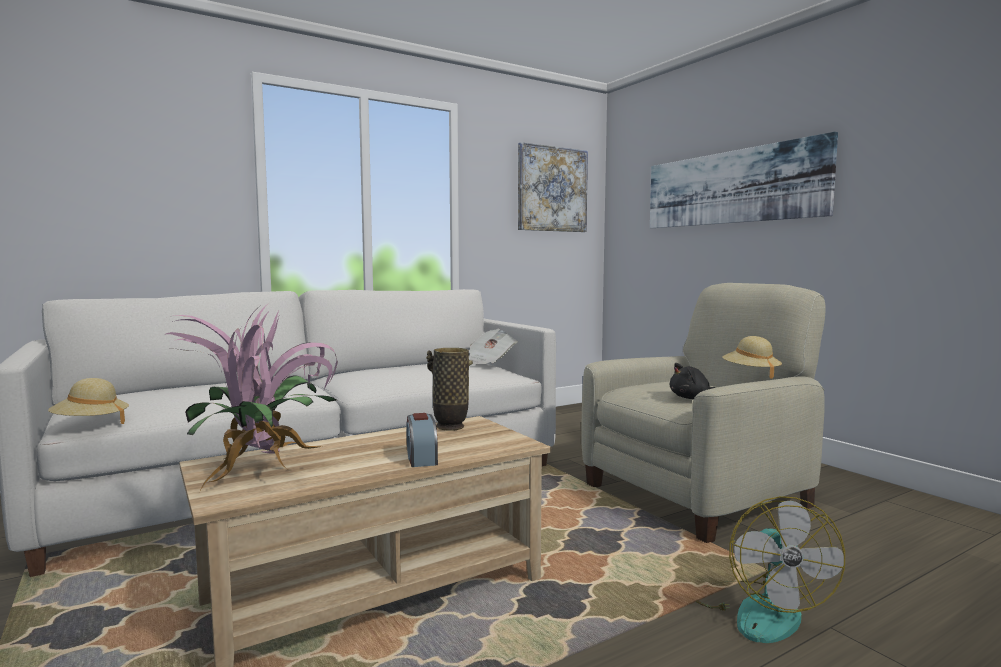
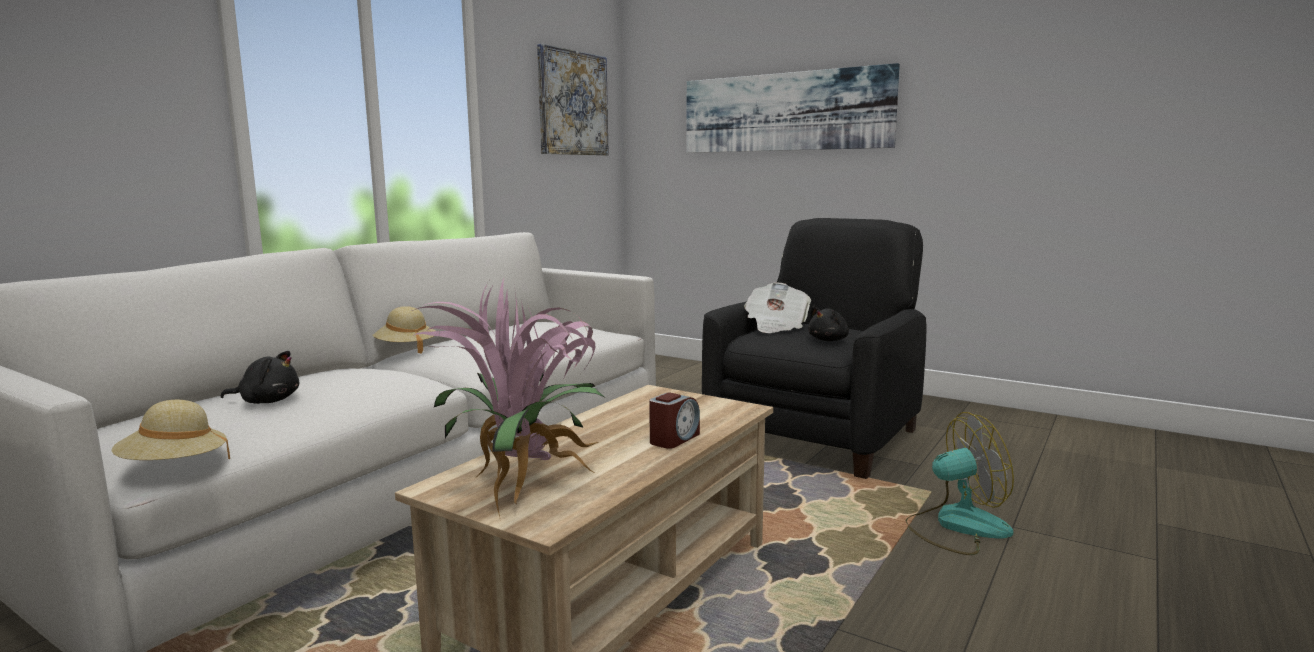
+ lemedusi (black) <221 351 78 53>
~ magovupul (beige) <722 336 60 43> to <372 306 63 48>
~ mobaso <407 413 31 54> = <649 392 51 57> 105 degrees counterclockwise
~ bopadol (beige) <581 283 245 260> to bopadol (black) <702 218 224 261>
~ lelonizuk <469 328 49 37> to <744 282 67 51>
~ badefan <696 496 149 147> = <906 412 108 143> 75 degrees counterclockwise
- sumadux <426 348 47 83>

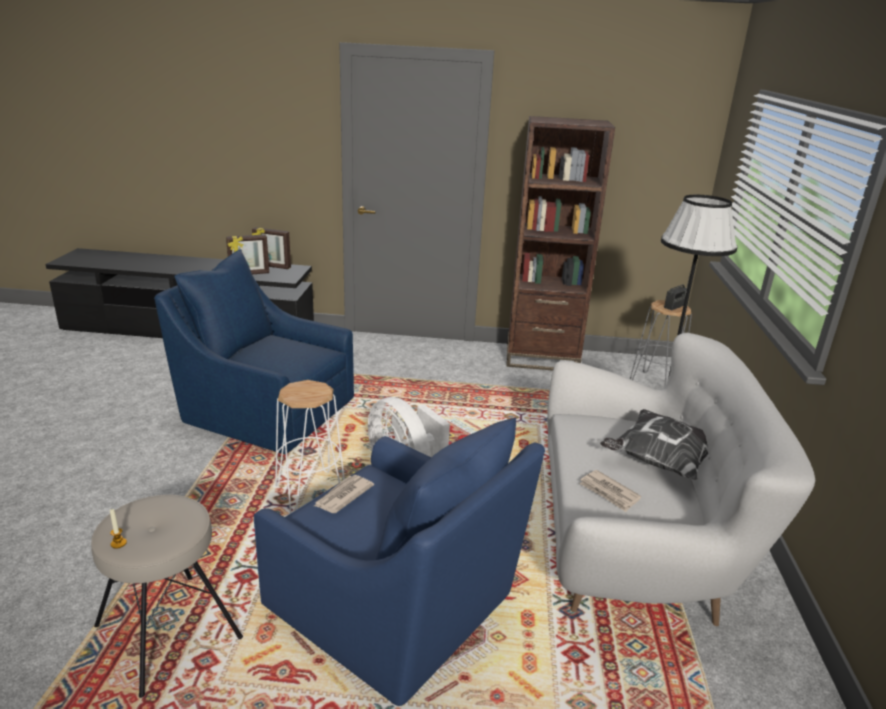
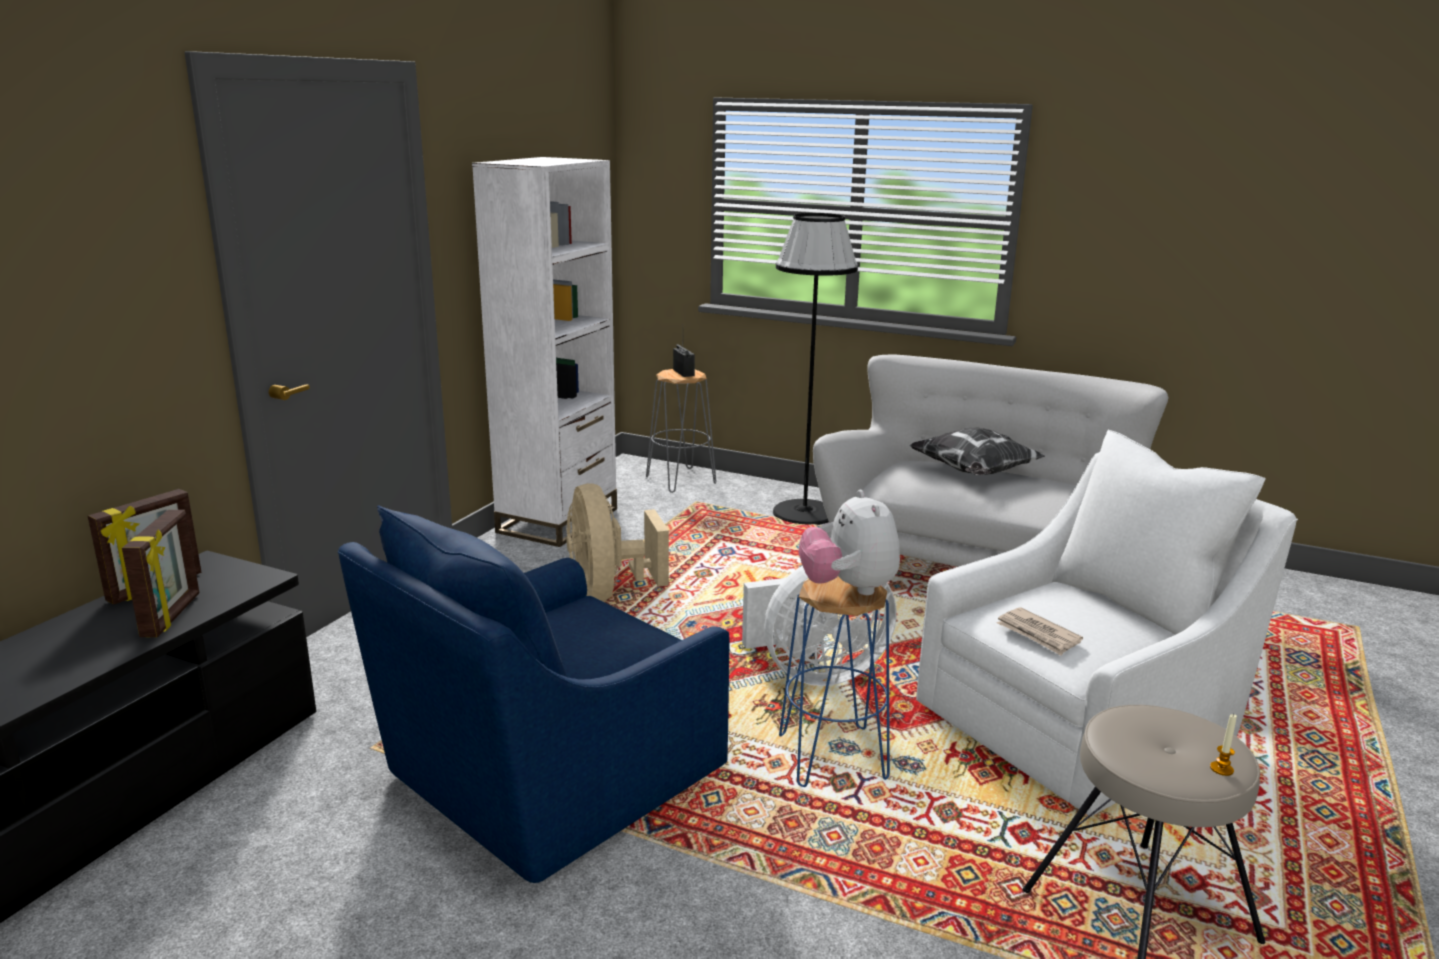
~ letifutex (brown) <506 116 109 255> to letifutex (white) <472 157 145 390>
+ badefan (beige) <566 483 103 118>
~ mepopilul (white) <275 380 70 134> to mepopilul (blue) <779 577 111 210>
+ lemedusi <798 490 102 105>
~ bopadol (blue) <254 418 291 288> to bopadol (white) <916 430 382 386>
- lelonizuk <579 470 62 42>

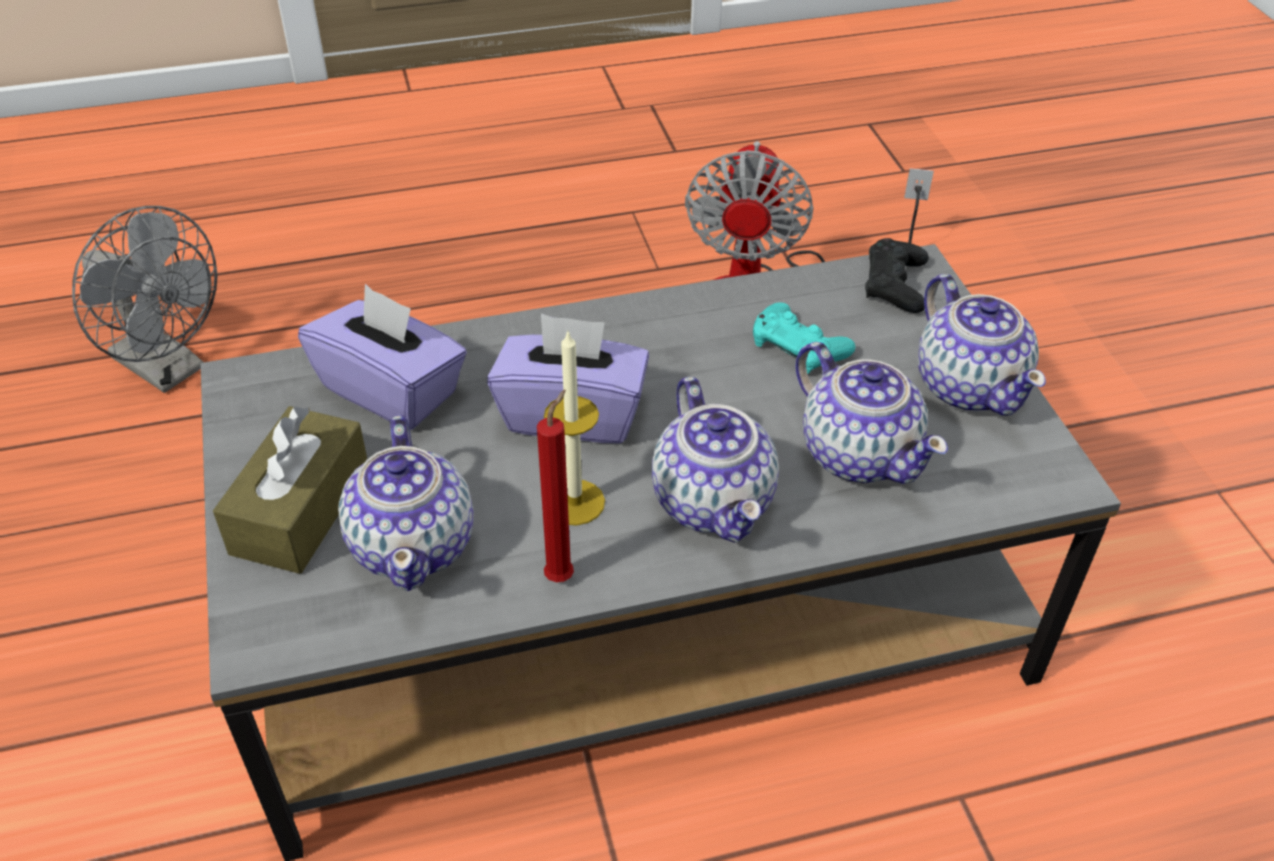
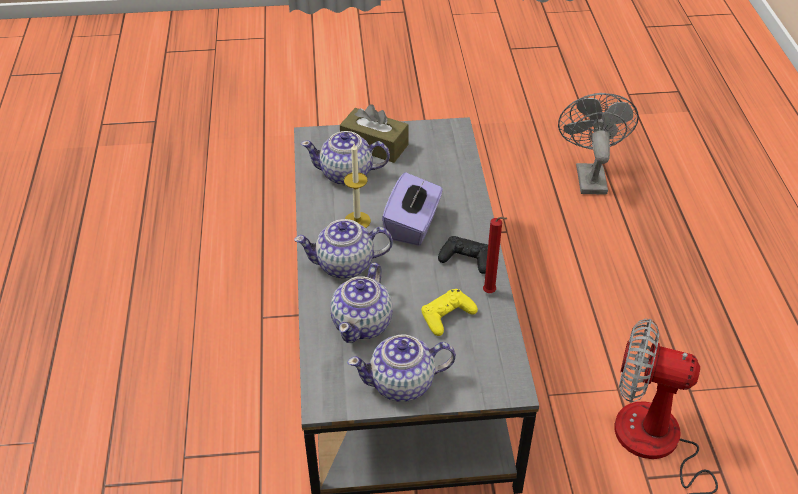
~ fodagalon <795 342 153 142> = <330 262 63 81> 45 degrees counterclockwise
~ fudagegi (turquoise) <753 303 102 71> to fudagegi (yellow) <421 289 57 47>
~ fudagegi (black) <865 238 64 75> to <438 236 50 38>
~ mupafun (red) <537 389 37 193> to <483 217 24 76>
~ badefan (grey) <72 206 146 187> = <558 93 81 102> 135 degrees clockwise
- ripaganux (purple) <298 284 169 146>

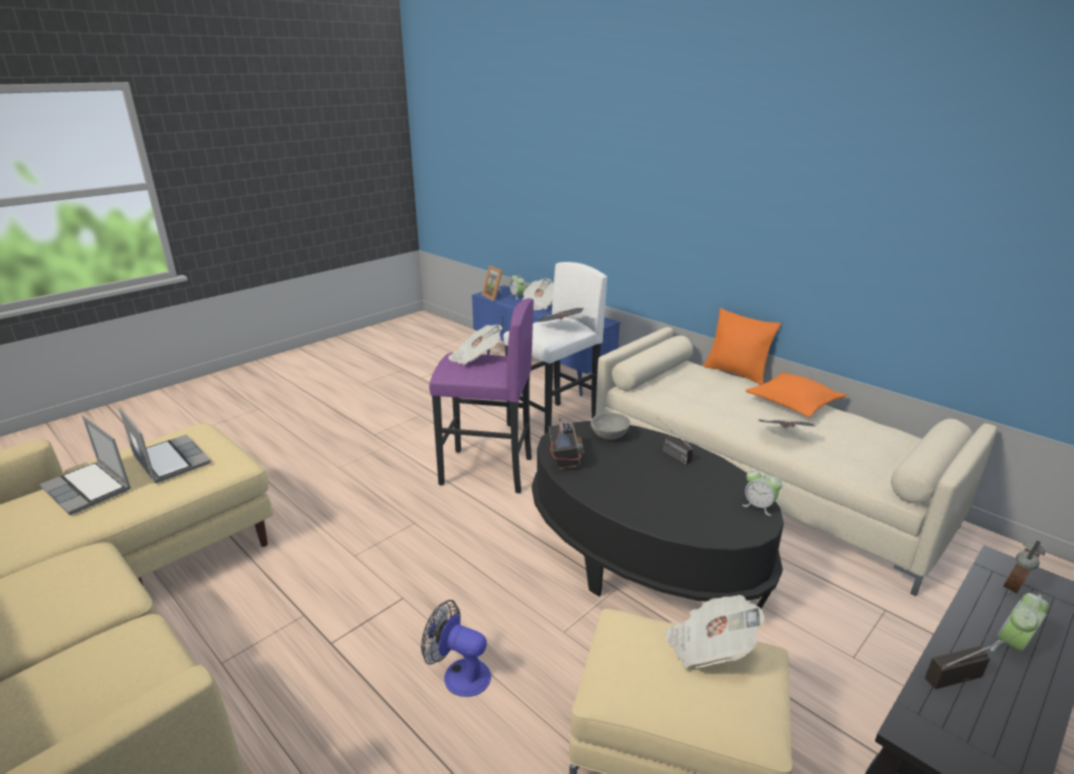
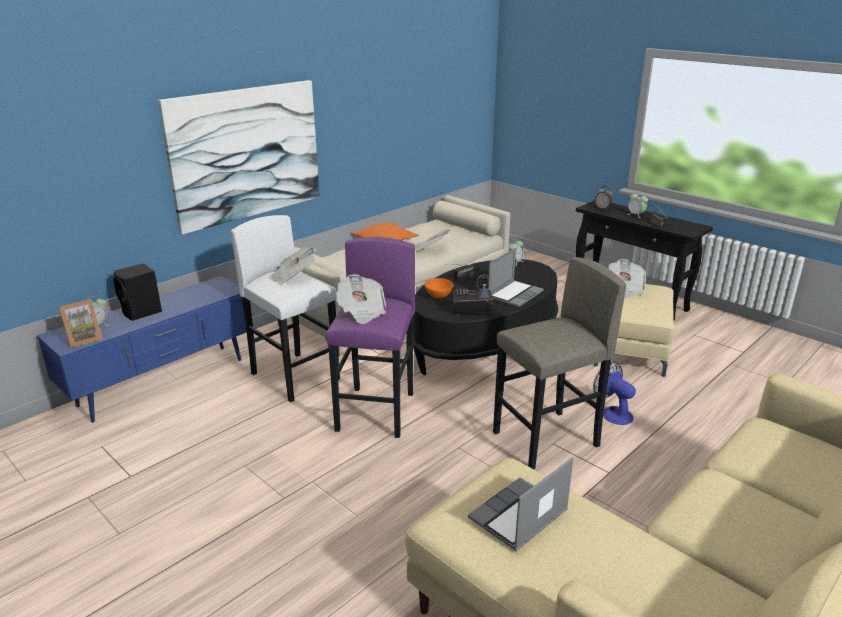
~ lelonizuk <522 278 32 32> to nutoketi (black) <113 263 49 58>
+ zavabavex <158 80 162 154>
~ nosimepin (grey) <591 413 39 27> to nosimepin (orange) <424 278 29 21>
~ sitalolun <39 416 92 99> to <488 248 56 60>
+ mepopilul (grey) <493 257 133 212>
~ badefan <421 600 70 97> = <593 362 43 63> 120 degrees clockwise
- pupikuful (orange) <703 308 78 77>

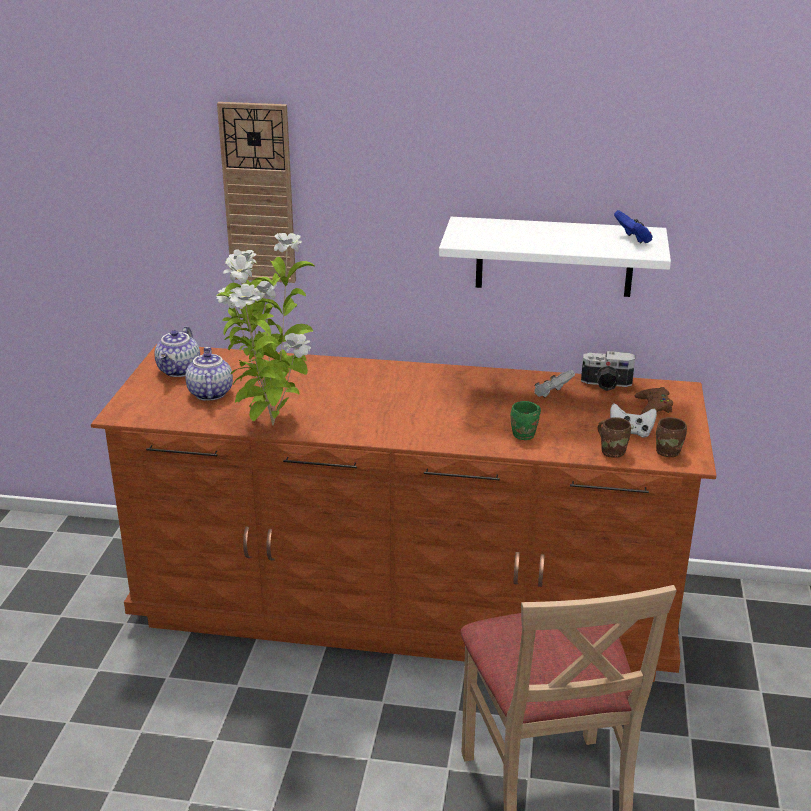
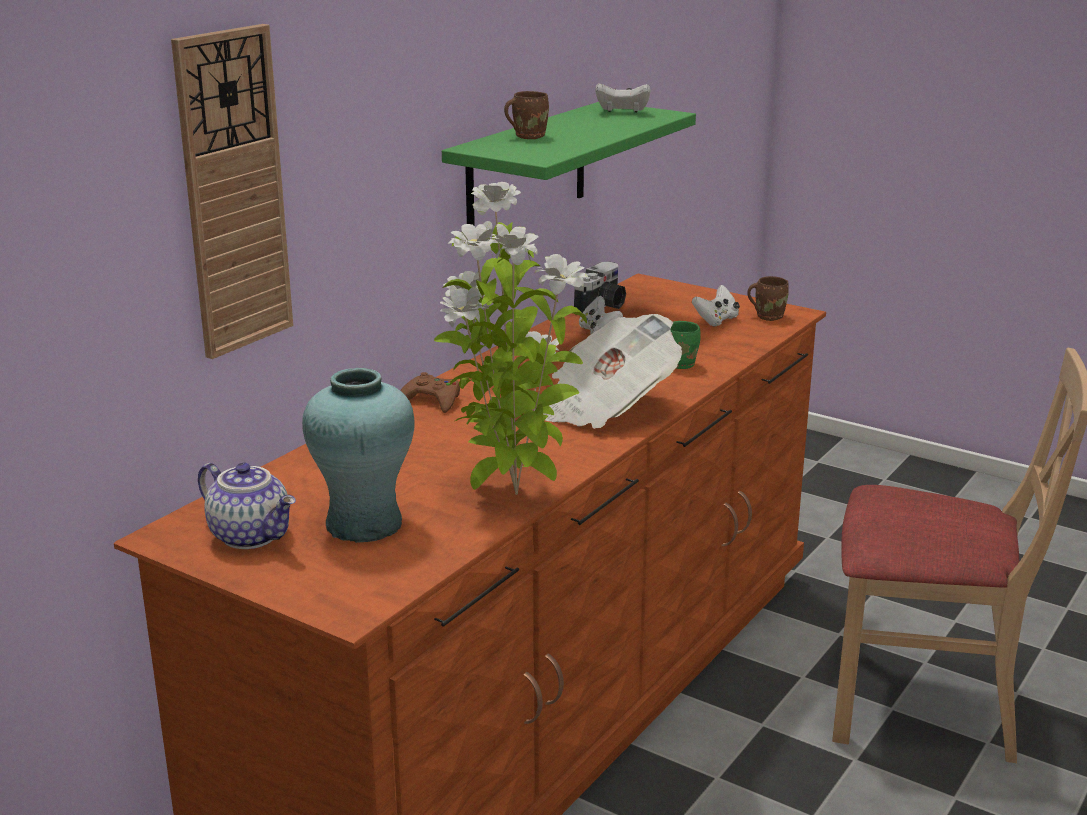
~ fodagalon <185 347 48 54> to sumadux (turquoise) <302 368 112 175>
~ fudagegi (brown) <635 387 38 27> to <400 372 60 41>
~ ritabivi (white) <439 217 232 80> to ritabivi (green) <442 102 254 124>
~ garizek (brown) <598 417 33 41> to <504 91 45 48>
+ lelonizuk <534 314 148 115>
~ fudagegi (blue) <614 210 39 33> to fudagegi (white) <595 83 56 29>

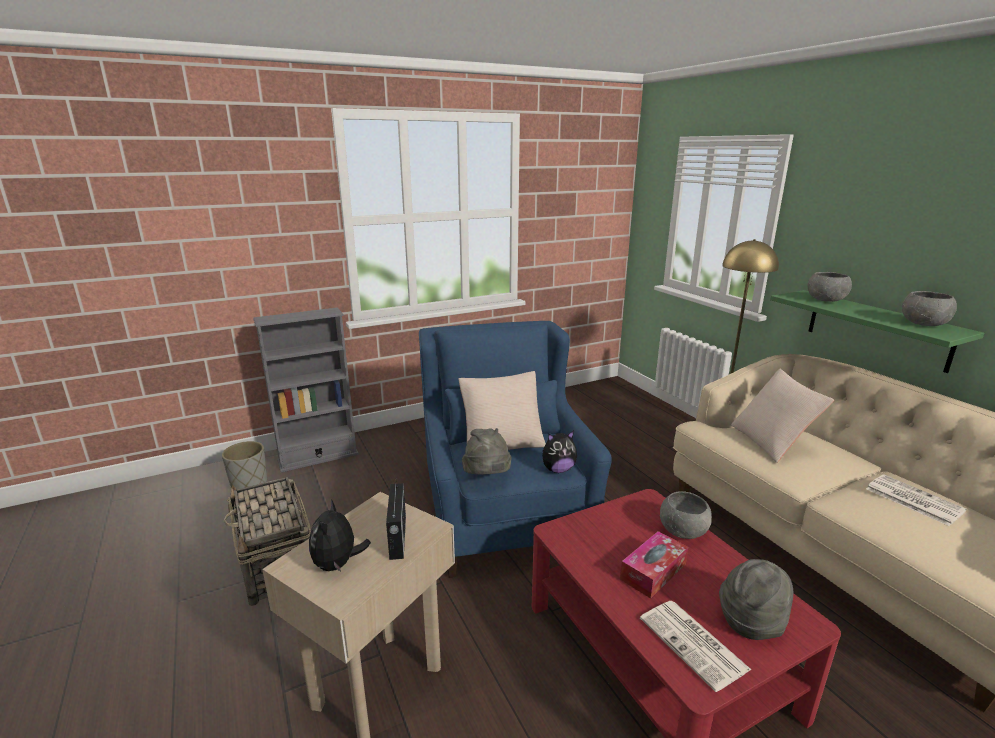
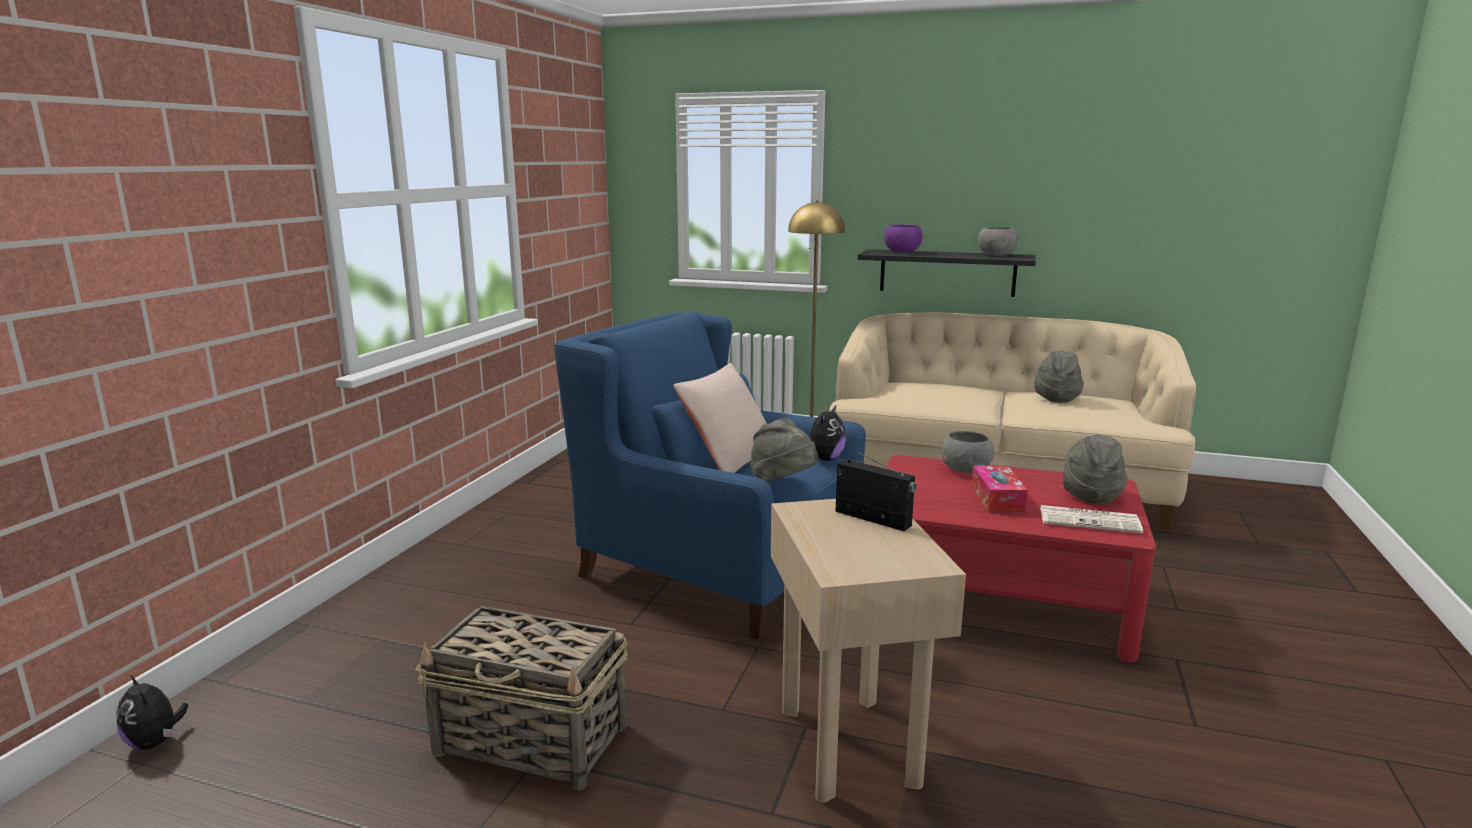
~ lemedusi <309 499 62 73> to <116 675 72 75>
~ ritabivi (green) <770 290 214 83> to ritabivi (black) <858 249 178 48>
~ nosimepin (grey) <807 272 45 30> to nosimepin (purple) <884 225 39 28>
~ lelonizuk <866 474 101 52> to magovupul (grey) <1035 350 49 53>
- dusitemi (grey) <222 441 45 48>
- letifutex (grey) <253 308 105 164>
- pupikuful (beige) <731 369 103 94>

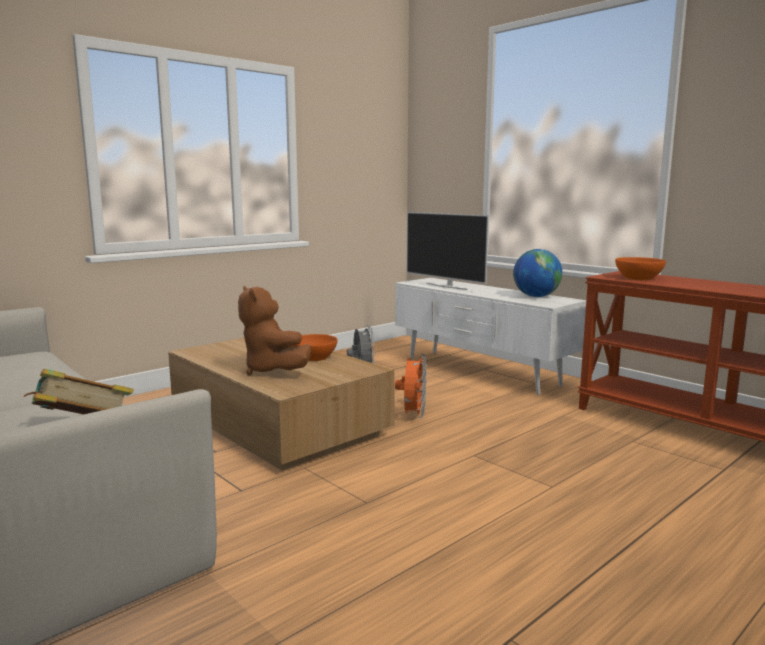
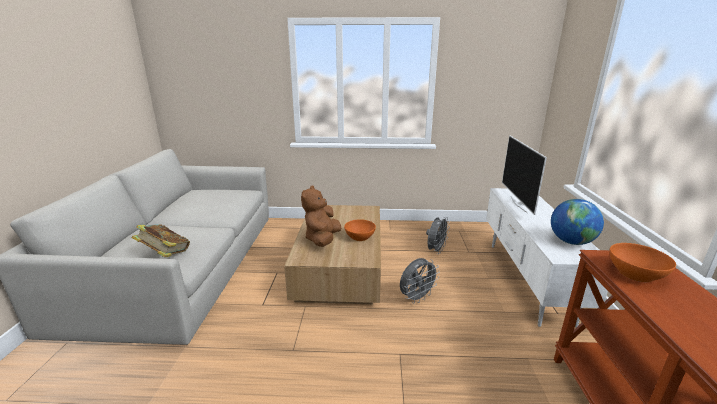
~ badefan (orange) <395 354 32 64> to badefan (grey) <400 258 40 46>

